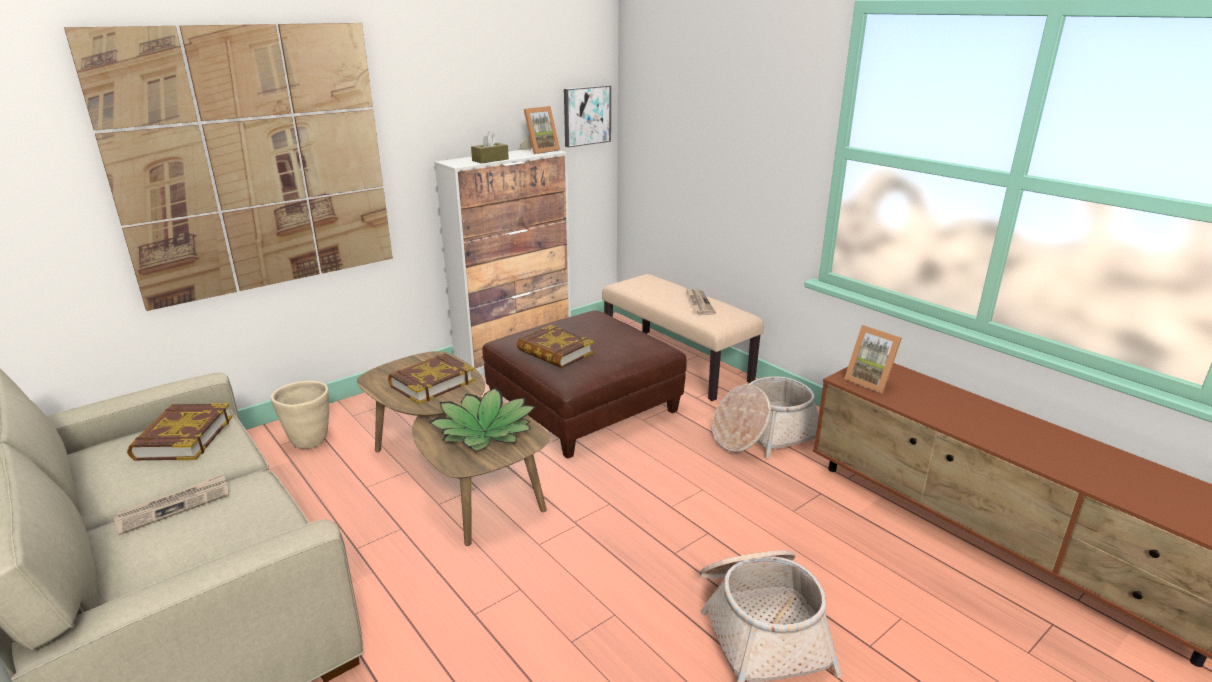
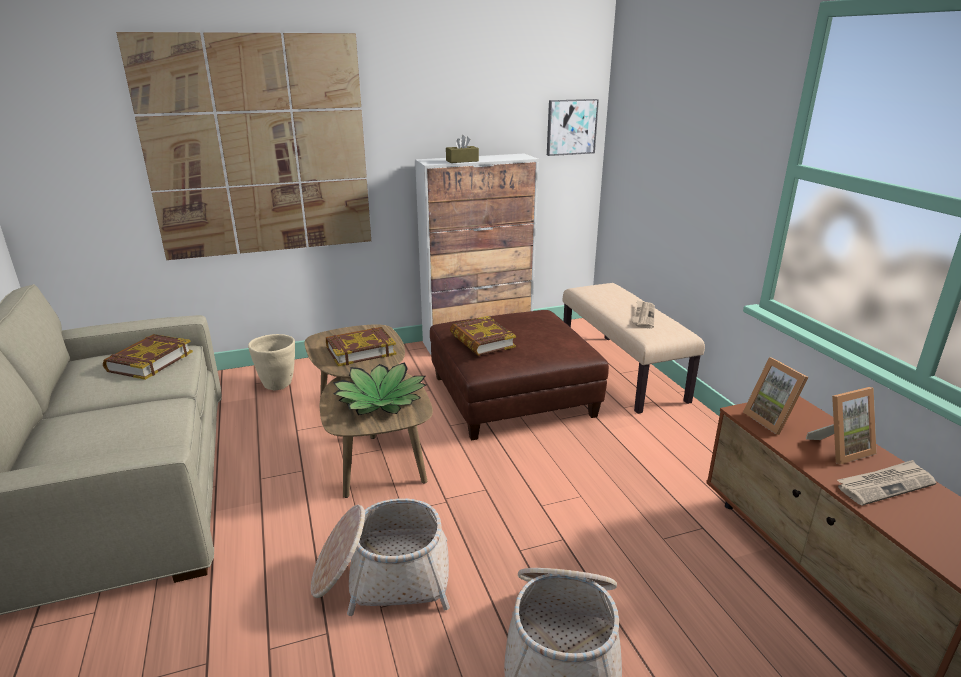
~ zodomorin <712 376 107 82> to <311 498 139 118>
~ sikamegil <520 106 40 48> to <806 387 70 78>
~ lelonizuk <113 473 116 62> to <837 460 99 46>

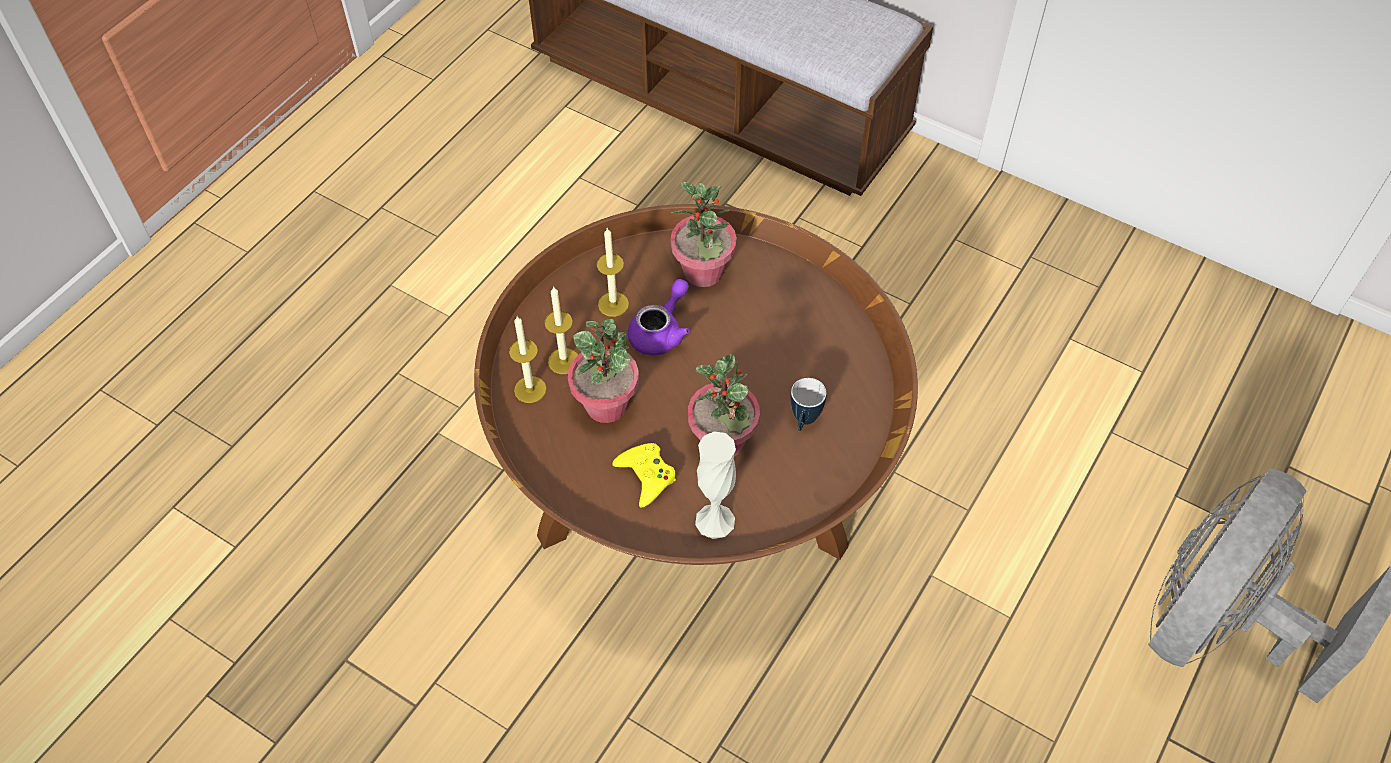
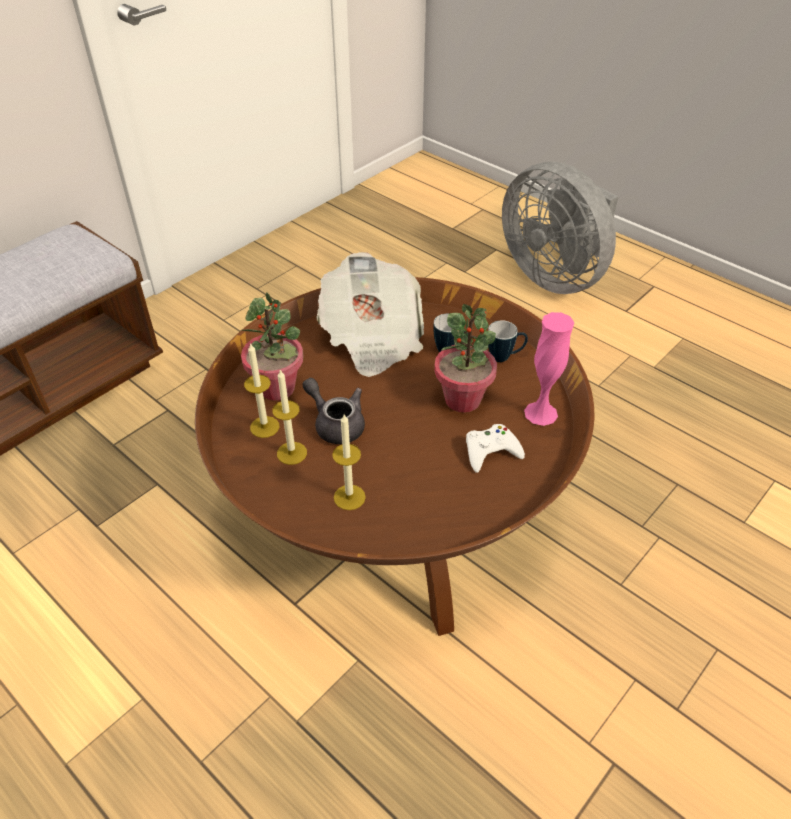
~ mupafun <509 316 38 87> to <244 343 35 95>
~ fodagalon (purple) <628 279 62 77> to fodagalon (grey) <302 378 63 66>
+ lelonizuk <316 252 108 125>
~ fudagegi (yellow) <612 443 64 65> to fudagegi (white) <466 424 59 49>
+ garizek <488 320 40 42>
~ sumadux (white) <695 432 41 107> to sumadux (pink) <524 312 50 114>
- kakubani <568 319 71 104>

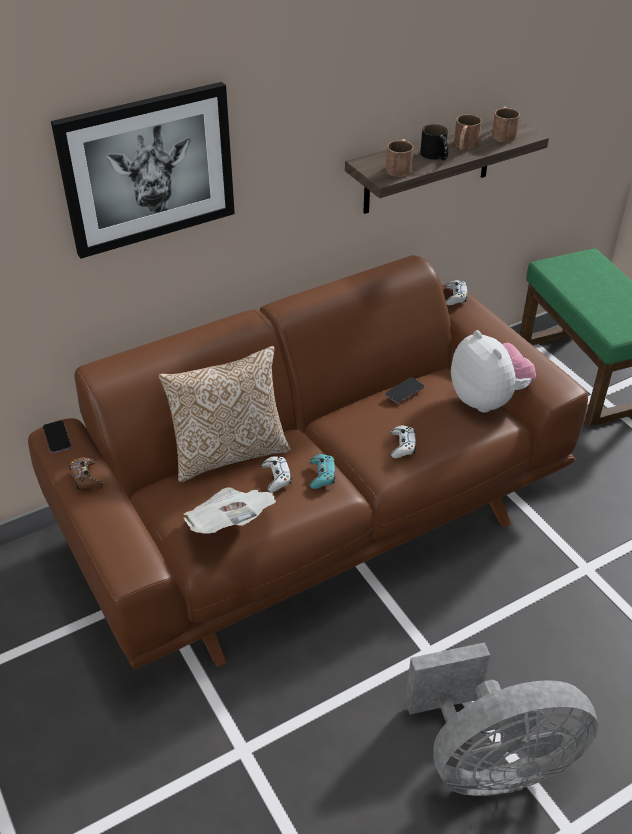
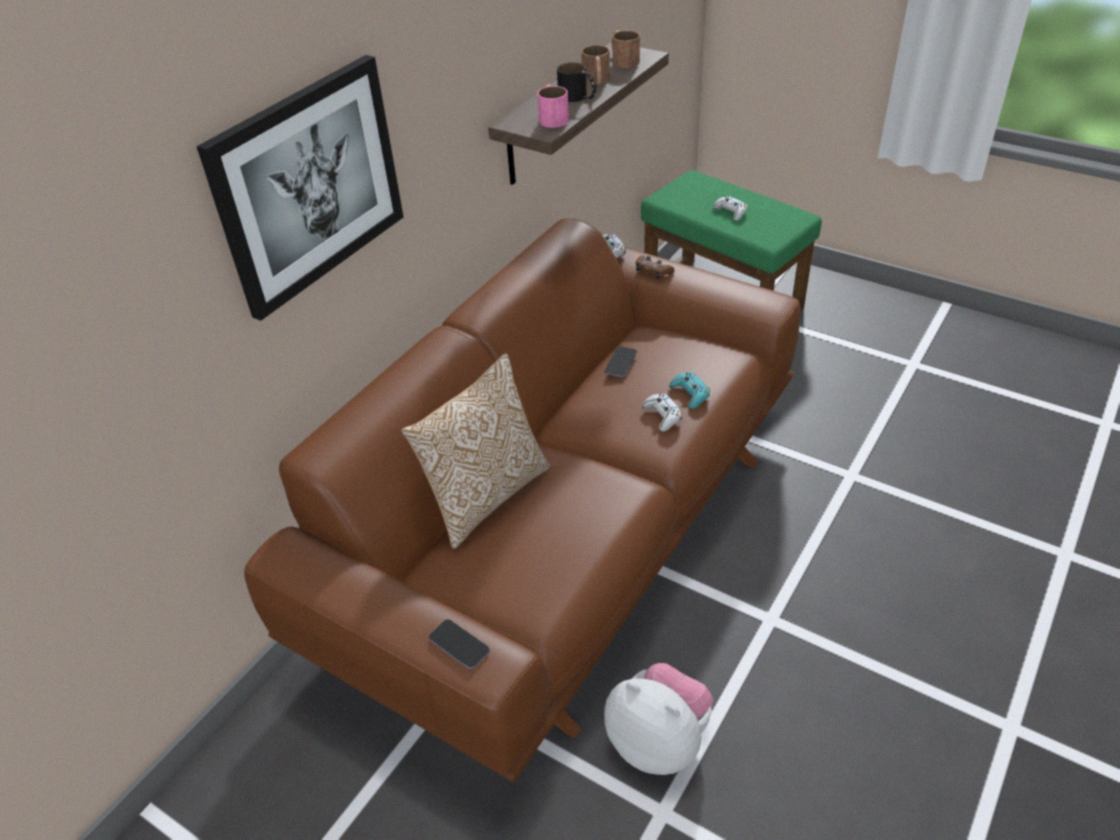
~ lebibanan <43 420 29 33> to <429 619 61 50>
~ garizek (brown) <386 139 28 38> to garizek (pink) <537 84 32 44>
~ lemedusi <451 330 85 83> to <604 663 109 112>
~ fudagegi (brown) <69 457 34 33> to <635 256 39 23>
~ fudagegi (turquoise) <310 454 25 35> to <669 372 41 37>
~ fudagegi (white) <261 457 31 35> to <713 196 34 25>
- lelonizuk <184 487 92 47>
- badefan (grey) <405 642 193 154>

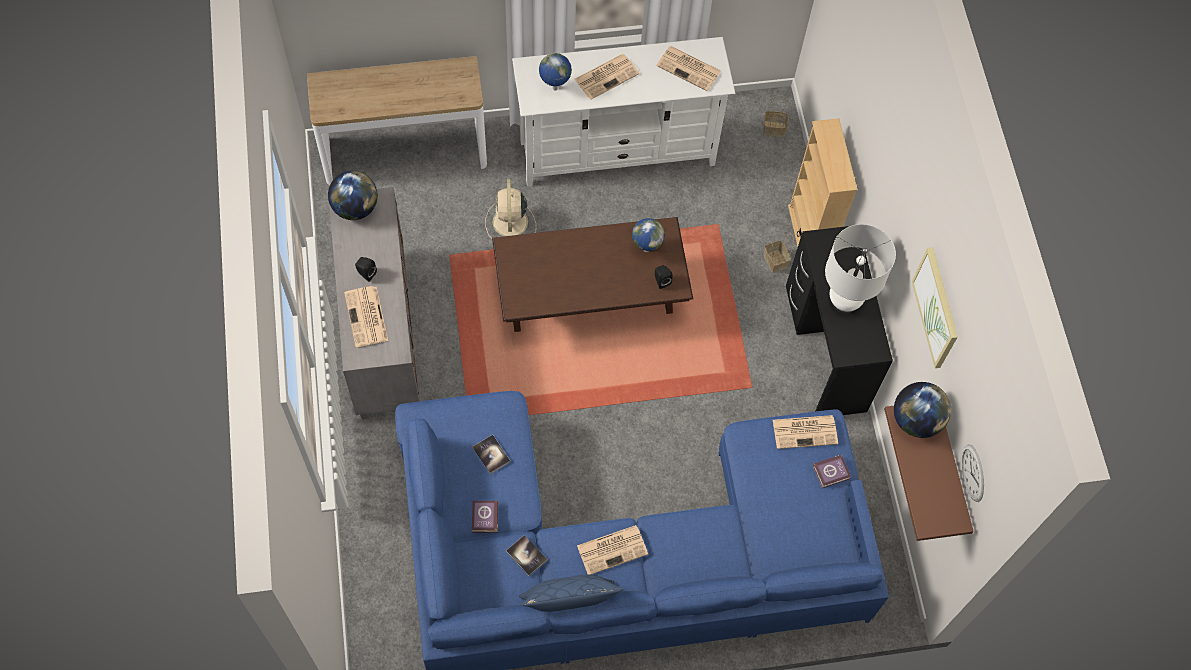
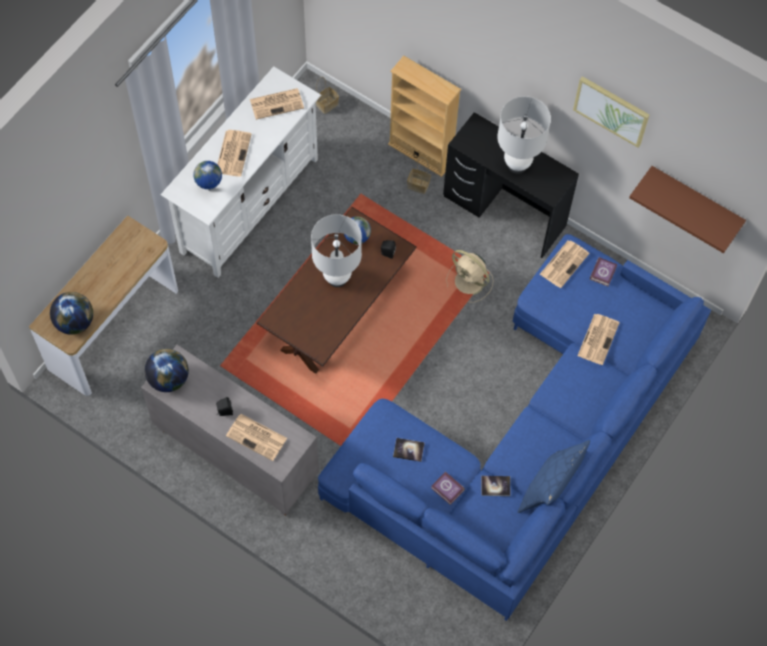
~ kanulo <894 382 57 56> to <50 292 43 43>
+ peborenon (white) <311 214 51 73>
~ badefan (beige) <485 179 51 60> to <446 250 47 53>
~ lelonizuk <577 525 71 50> to <577 314 43 51>
- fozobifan <962 444 22 58>

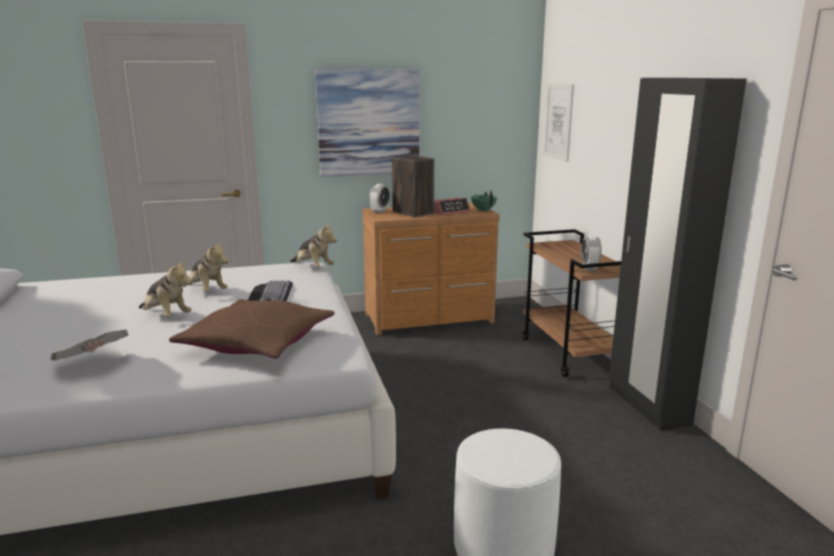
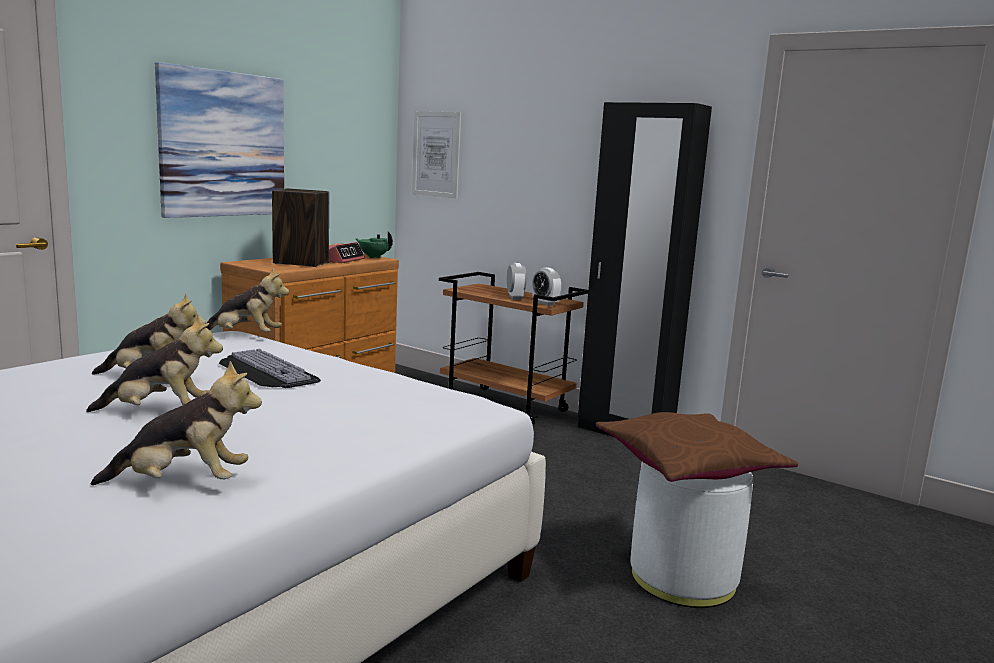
~ lelonizuk <50 330 78 31> to lemedusi <91 361 171 124>
~ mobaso <369 184 21 29> to <506 263 21 37>
~ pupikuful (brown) <169 299 166 60> to <595 412 203 70>

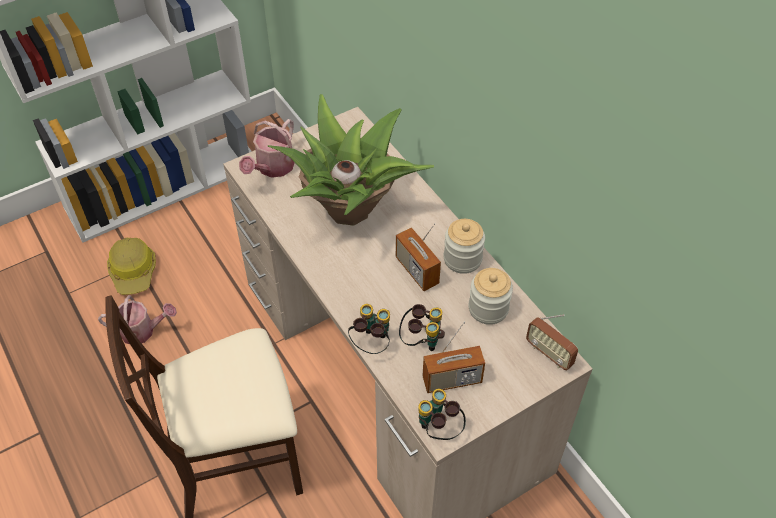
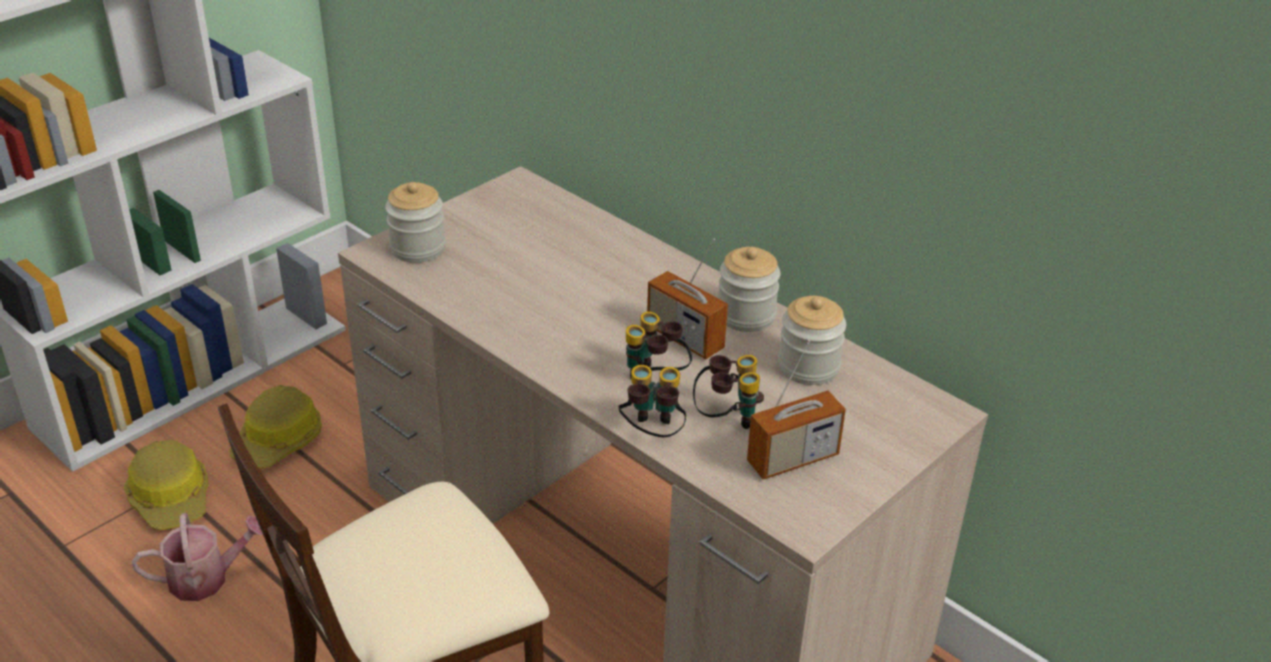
+ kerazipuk <230 385 92 84>
~ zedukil <239 119 56 59> to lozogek <385 182 61 81>
~ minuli <418 389 48 51> to <626 312 66 66>
- kakubani <268 94 166 132>
- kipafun <526 314 52 57>

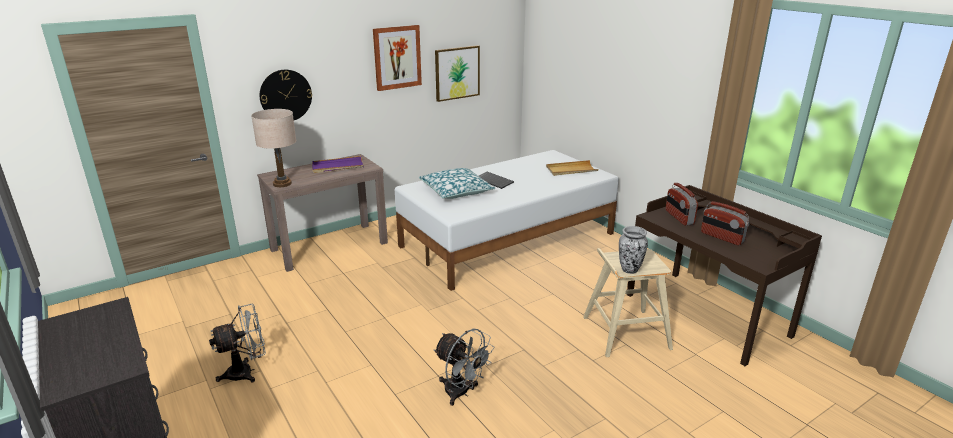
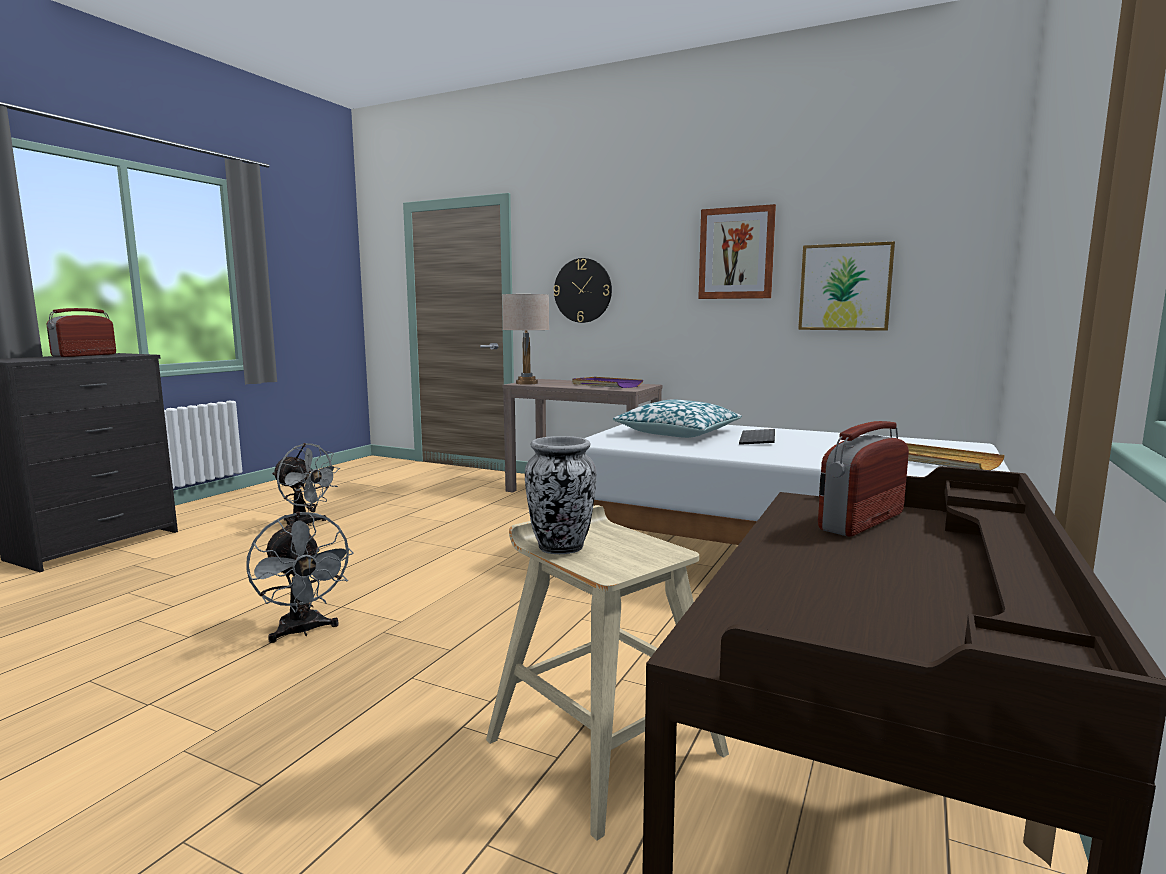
~ kipafun <701 201 49 44> to <47 308 69 49>
~ badefan (grey) <434 329 61 77> = <246 512 107 131> 45 degrees counterclockwise

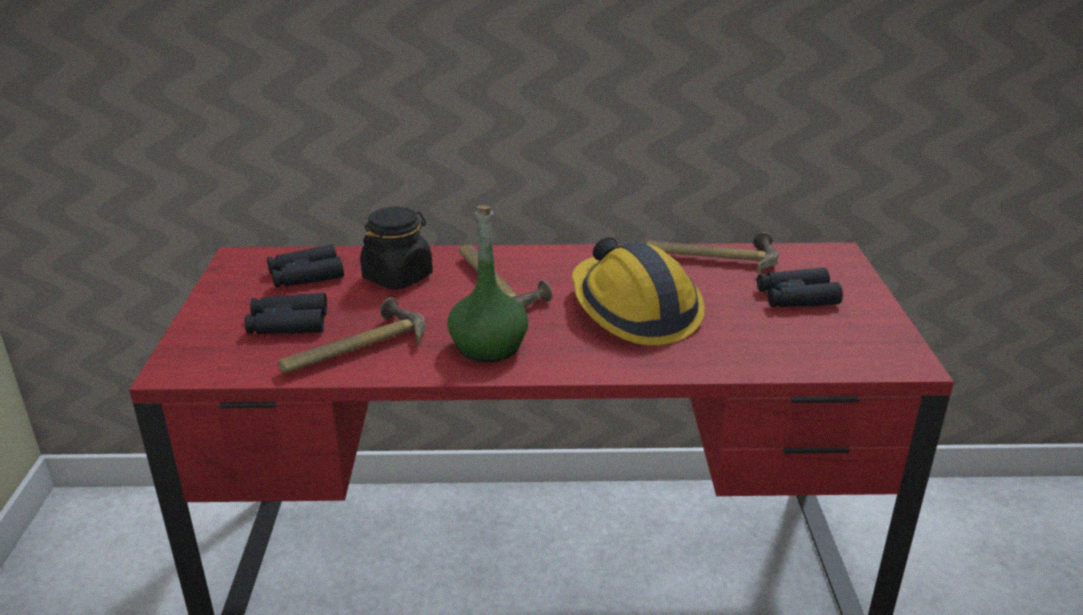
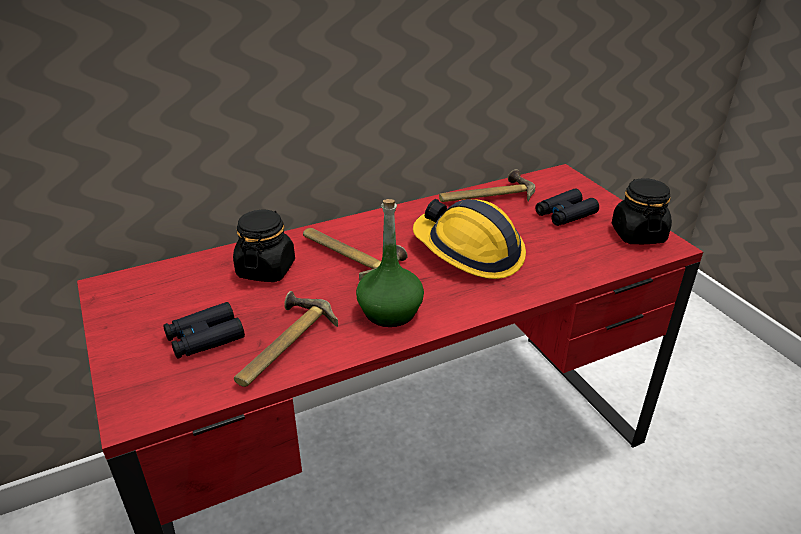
+ lozogek (black) <611 178 61 66>
- minuli (black) <267 244 77 44>

